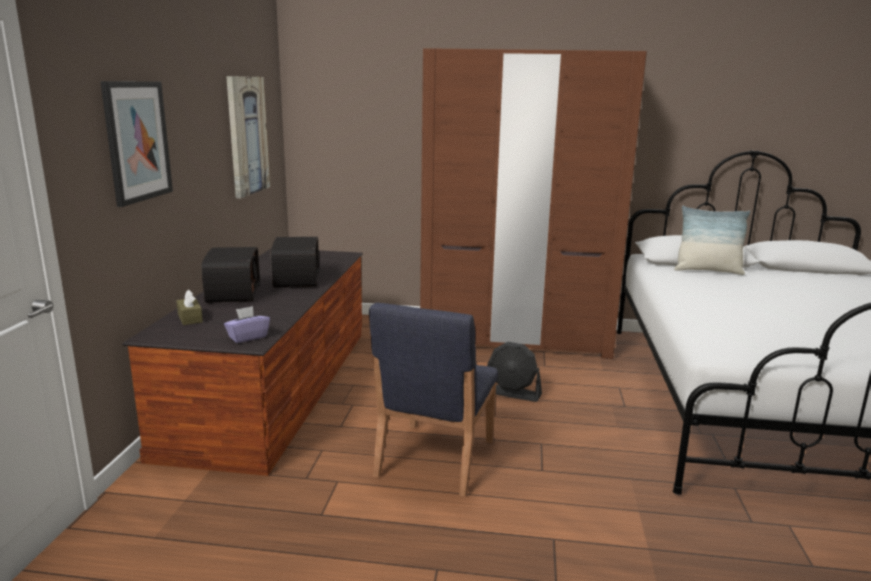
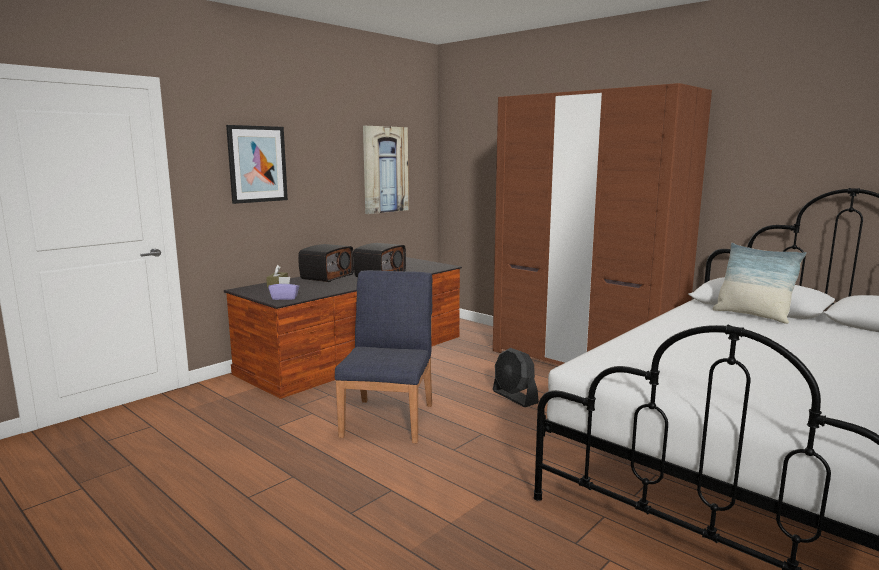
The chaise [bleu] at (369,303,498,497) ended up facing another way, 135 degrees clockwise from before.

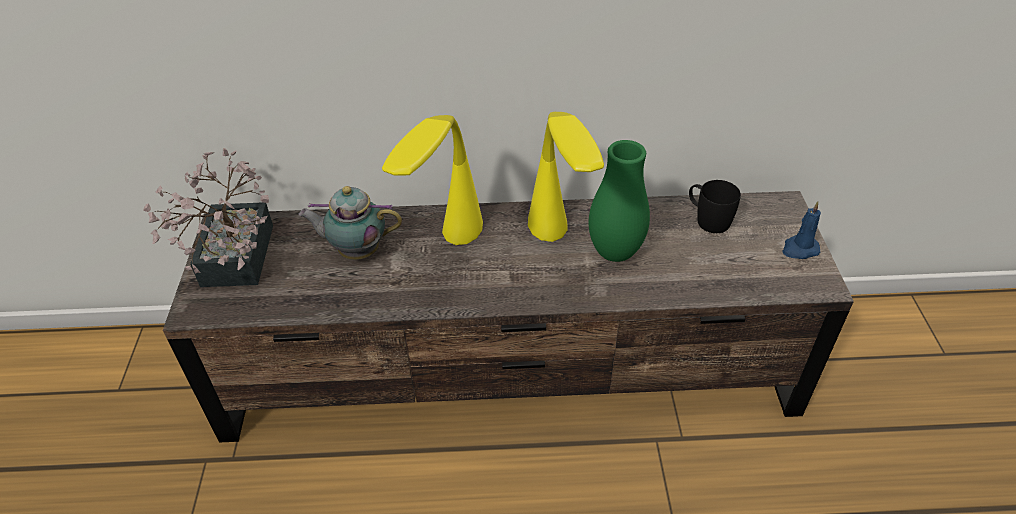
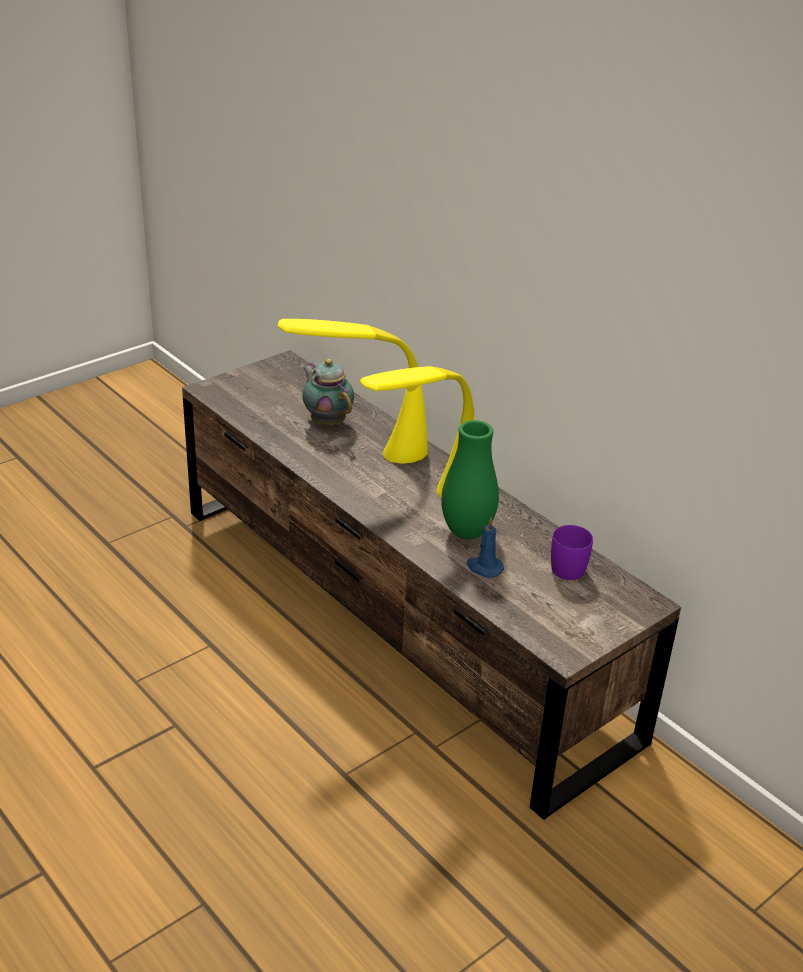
The second view lost the plante en pot at (143,148,273,287).
The bougie [bleu] ended up elsewhere, having gone from (782,201,821,259) to (467,518,504,578).
What was the mug [noir] at (689,180,741,233) turned into the mug [violet] at (551,525,593,580).

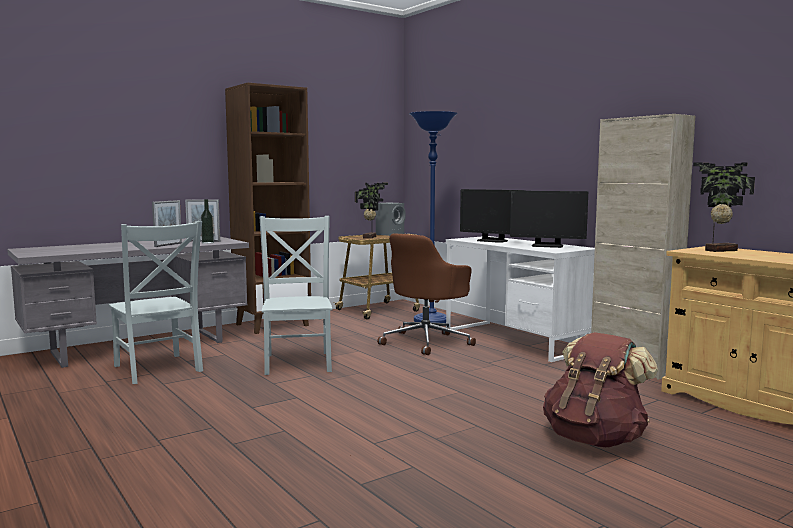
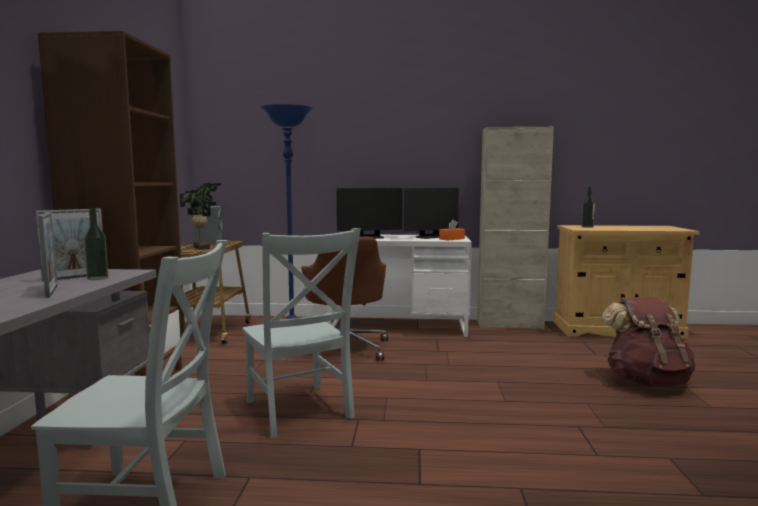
The second view gained the boîte à mouchoirs [orange] at (439,219,465,241).
Where the plante en pot stood at (693,162,755,252), the bouteille came to stand at (582,186,595,228).
The chaise [gris] at (260,216,332,375) ended up facing another way, 150 degrees counterclockwise from before.

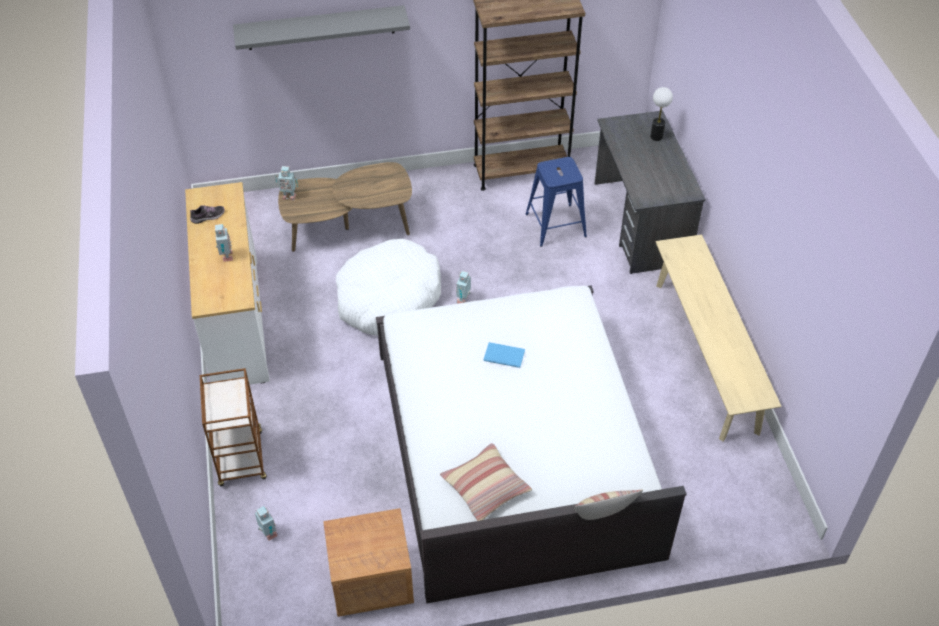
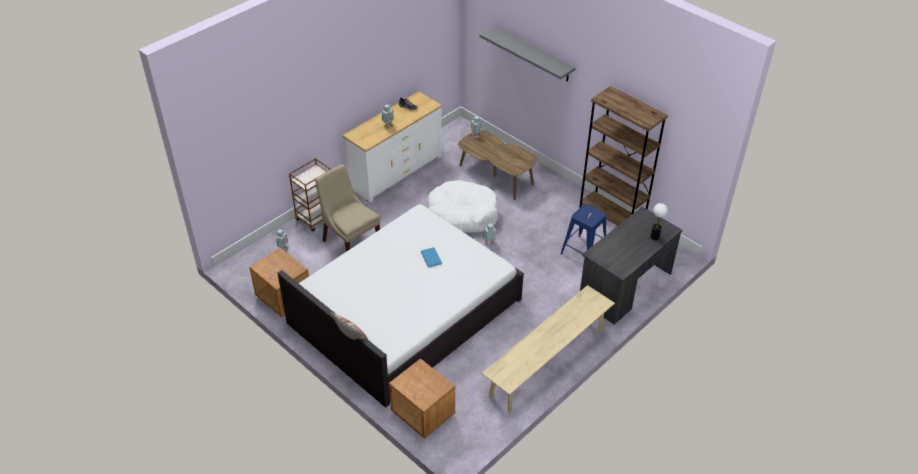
The second view lost the coussin at (440,443,532,521).
The second view gained the chaise [beige] at (315,164,380,252).
The second view gained the table de chevet [marron] at (389,358,455,439).

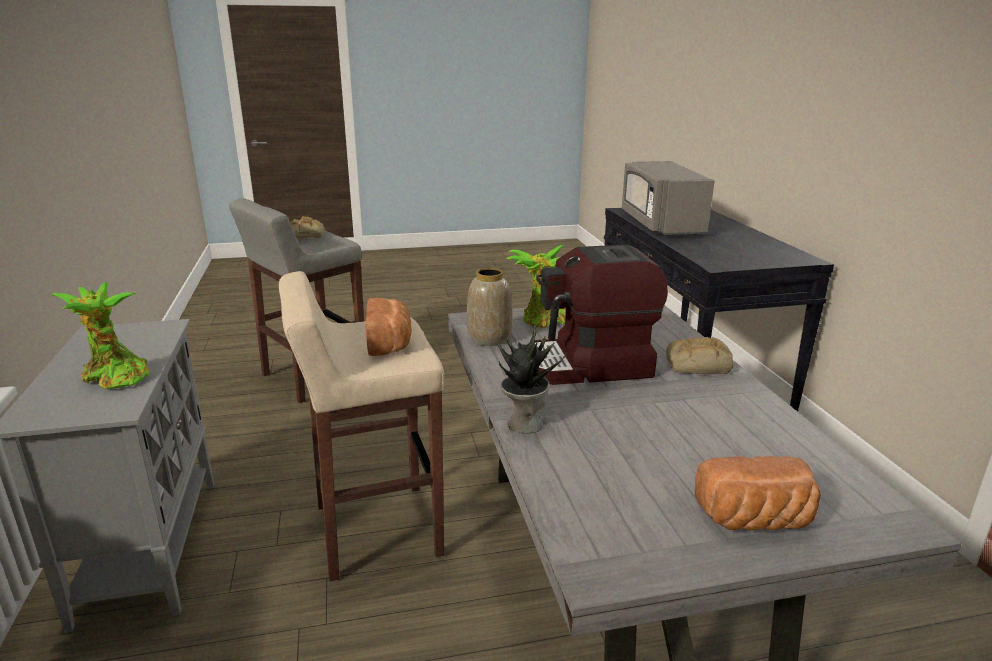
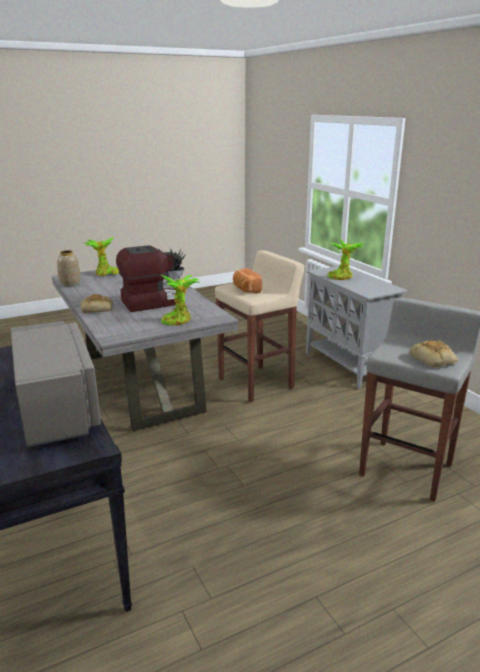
The vase ended up elsewhere, having gone from (467,268,513,346) to (57,250,81,287).
Where the pain stood at (695,456,821,530), the plante en pot came to stand at (84,237,119,277).

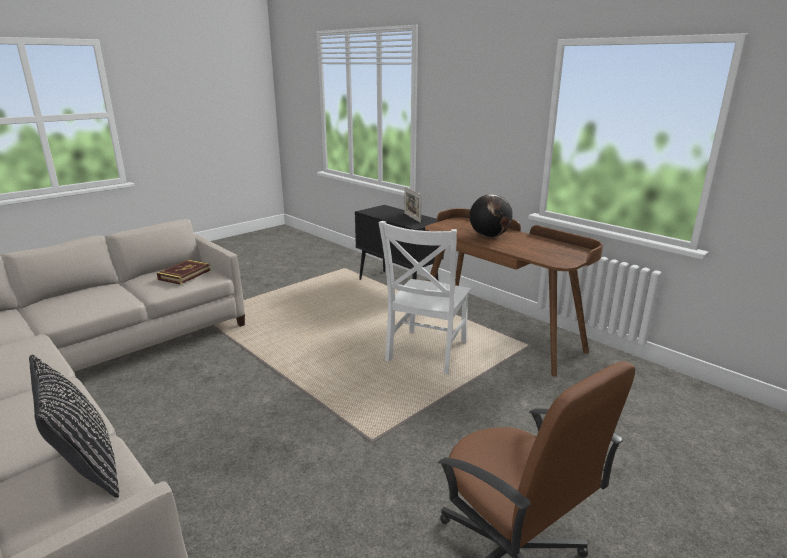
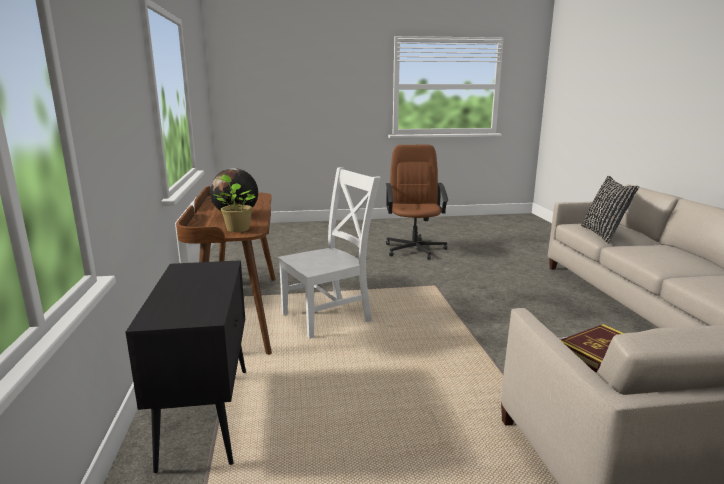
The second view lost the cadre photo at (404,187,422,223).
The second view gained the plante en pot at (215,174,255,232).

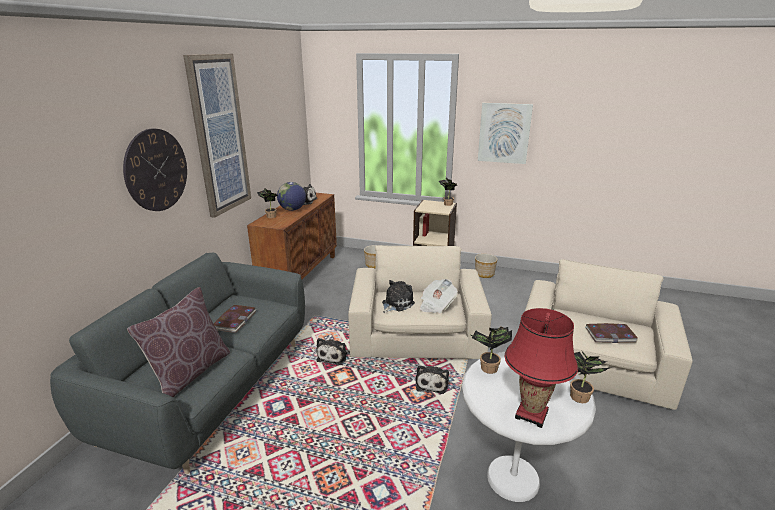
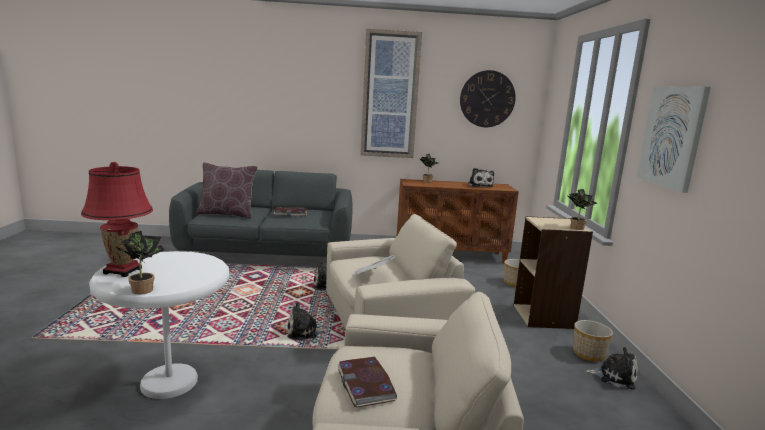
The second view lost the globe at (277,182,306,211).
The second view lost the plante en pot at (471,326,512,374).
The horloge murale ended up elsewhere, having gone from (123,129,187,211) to (460,70,516,127).
The peluche ended up elsewhere, having gone from (382,280,415,313) to (585,347,638,390).

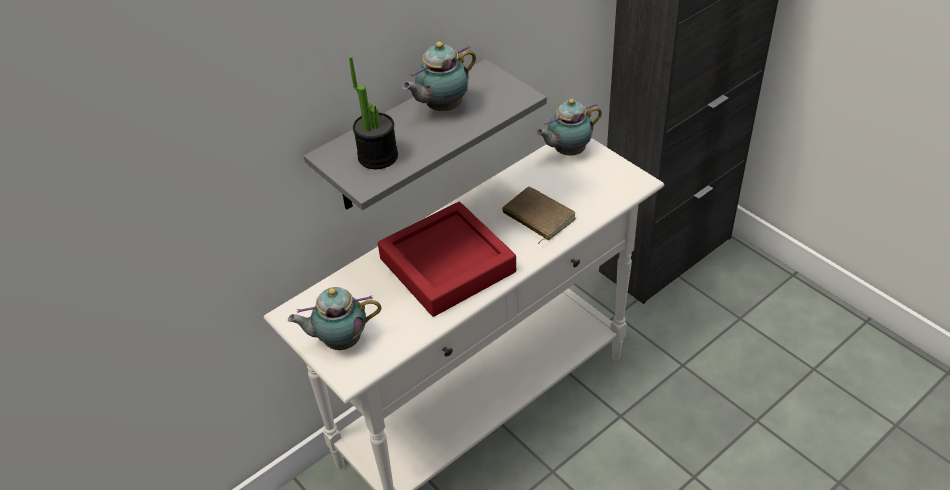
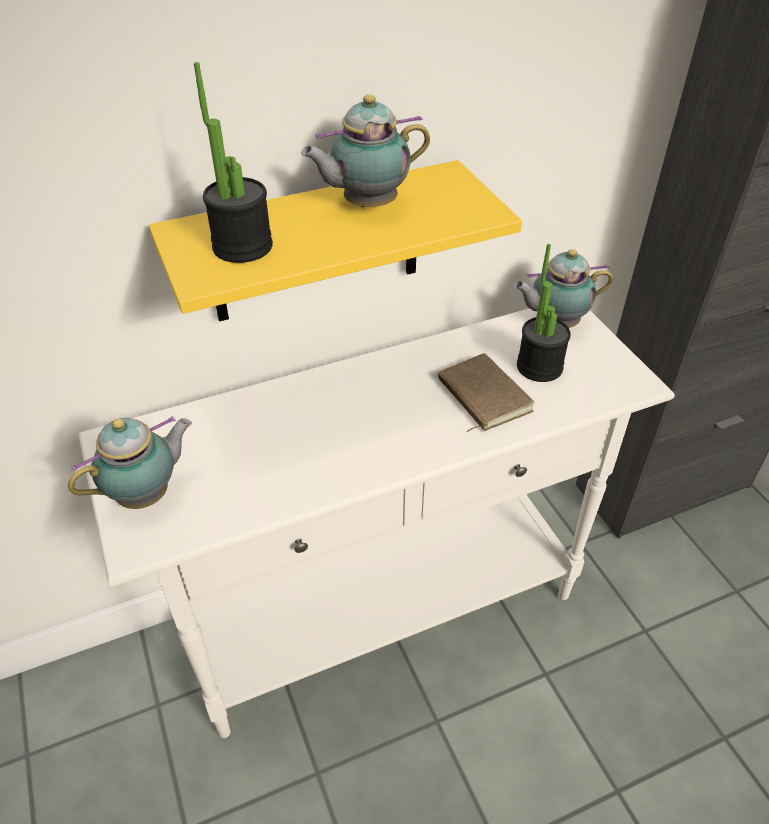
The second view lost the plateau [rouge] at (378,202,516,317).
The second view gained the plante en pot at (517,244,571,382).
What was the étagère [gris] at (304,59,547,210) turned into the étagère [jaune] at (149,160,522,322).
The théière at (288,287,381,350) ended up facing another way, 135 degrees clockwise from before.

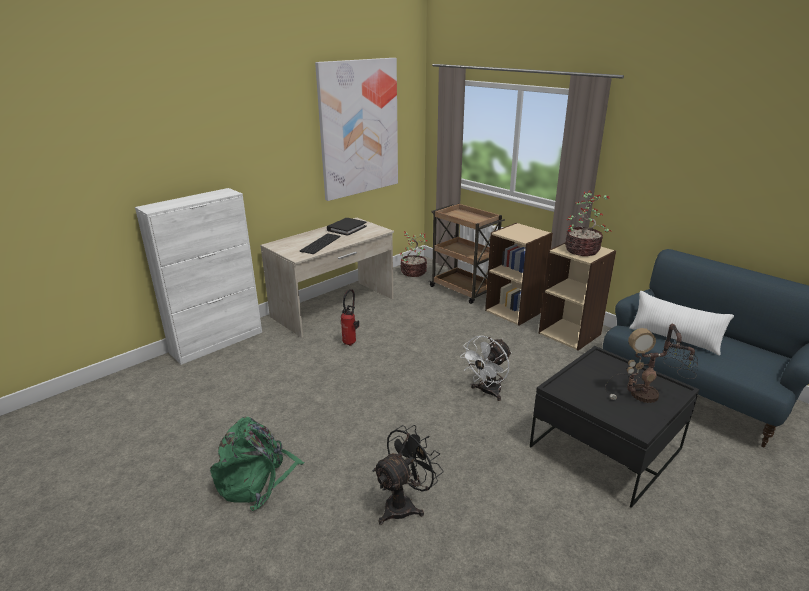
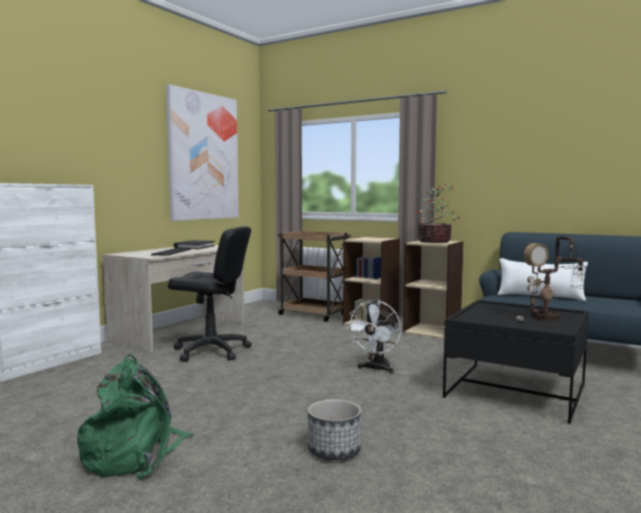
The second view lost the plante en pot at (400,231,428,277).
Where the extincteur stood at (341,289,359,346), the chaise de bureau [noir] came to stand at (168,226,252,362).
Where the ventilateur [noir] stood at (373,425,443,525), the cache-pot came to stand at (308,399,361,460).

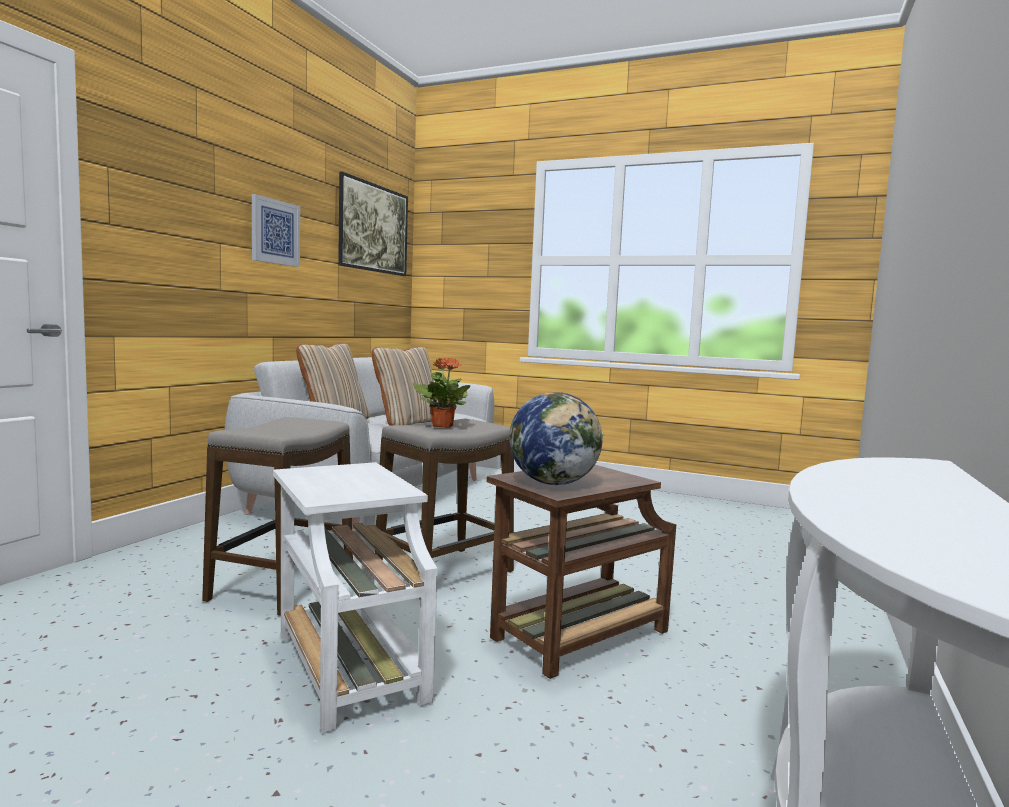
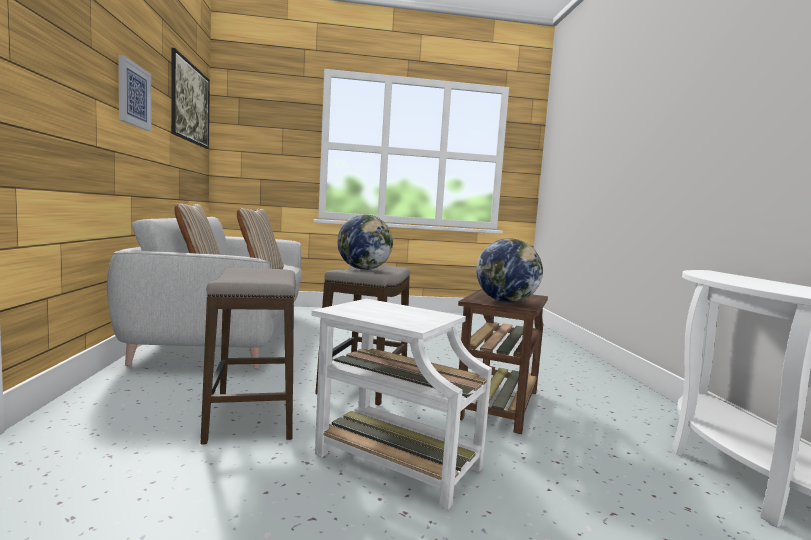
Where the plante en pot stood at (413,357,470,428), the globe came to stand at (337,215,393,270).

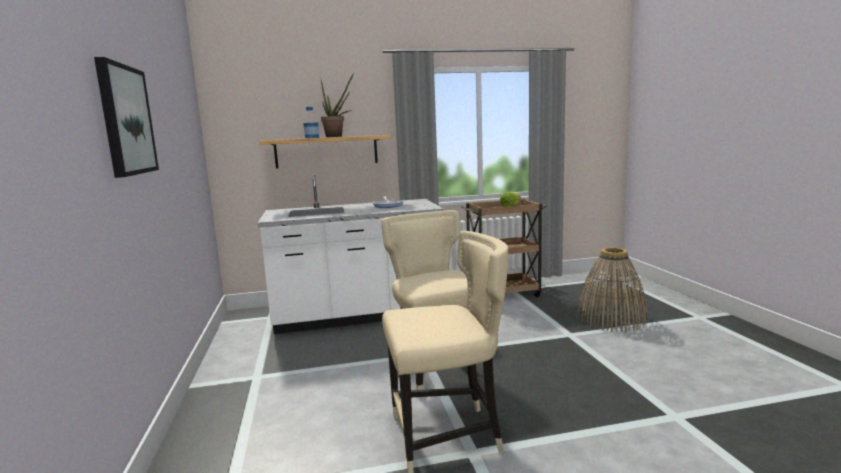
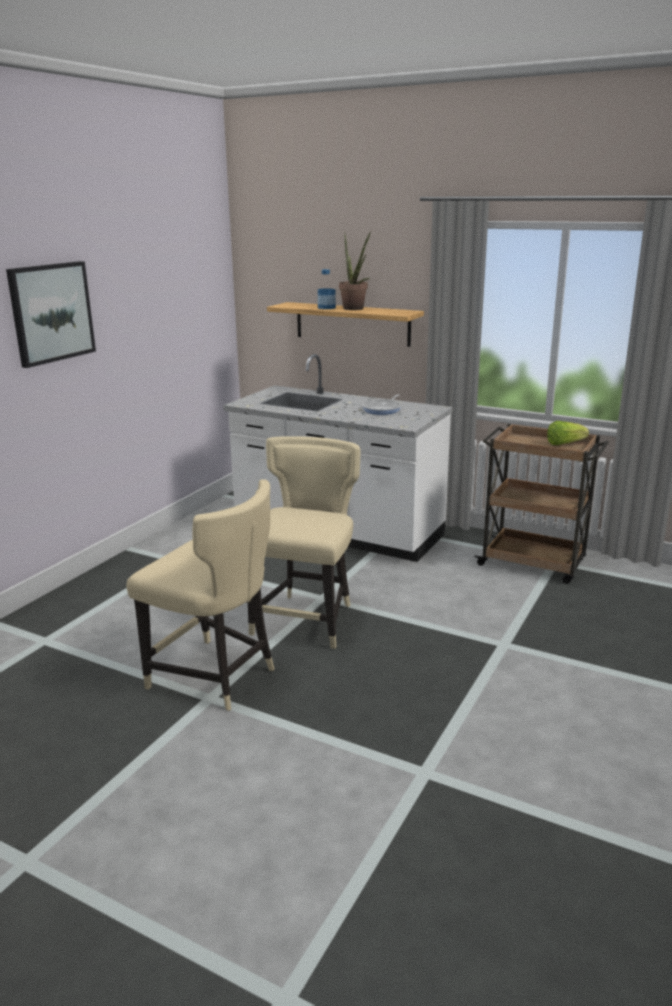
The second view lost the panier at (577,248,648,332).

